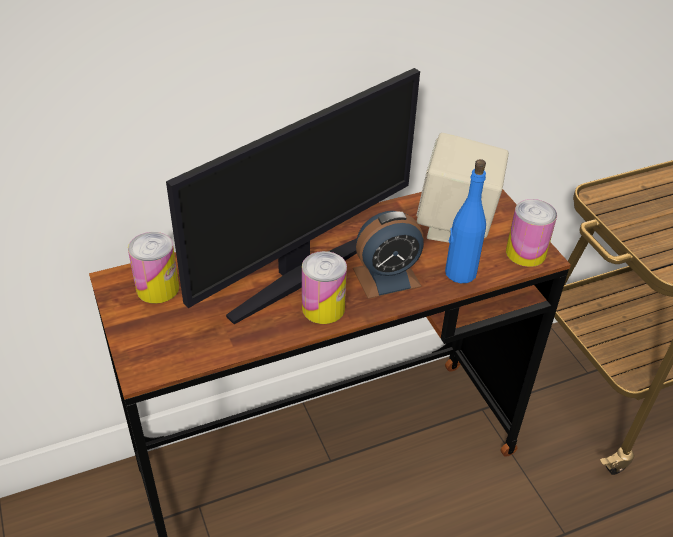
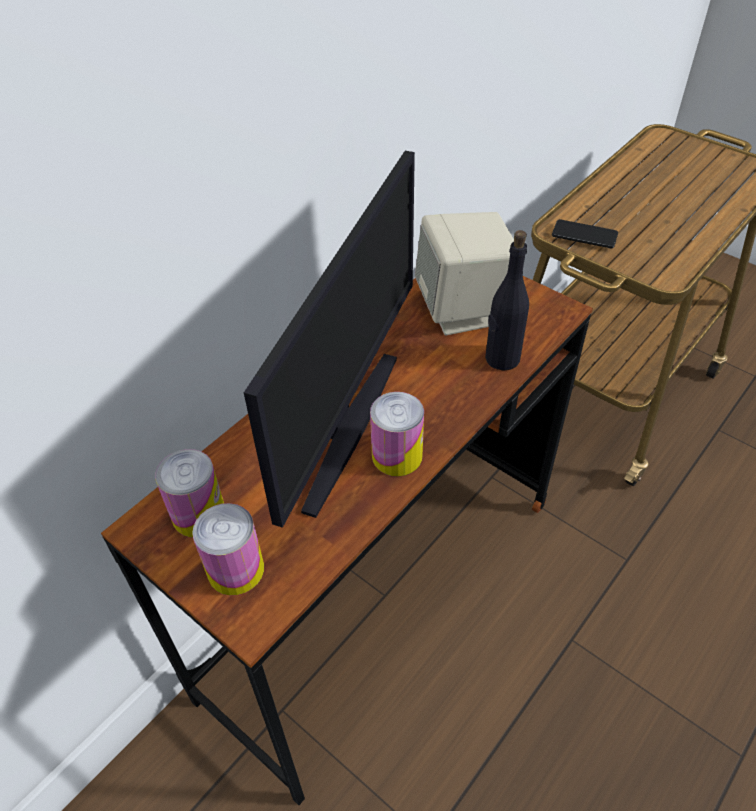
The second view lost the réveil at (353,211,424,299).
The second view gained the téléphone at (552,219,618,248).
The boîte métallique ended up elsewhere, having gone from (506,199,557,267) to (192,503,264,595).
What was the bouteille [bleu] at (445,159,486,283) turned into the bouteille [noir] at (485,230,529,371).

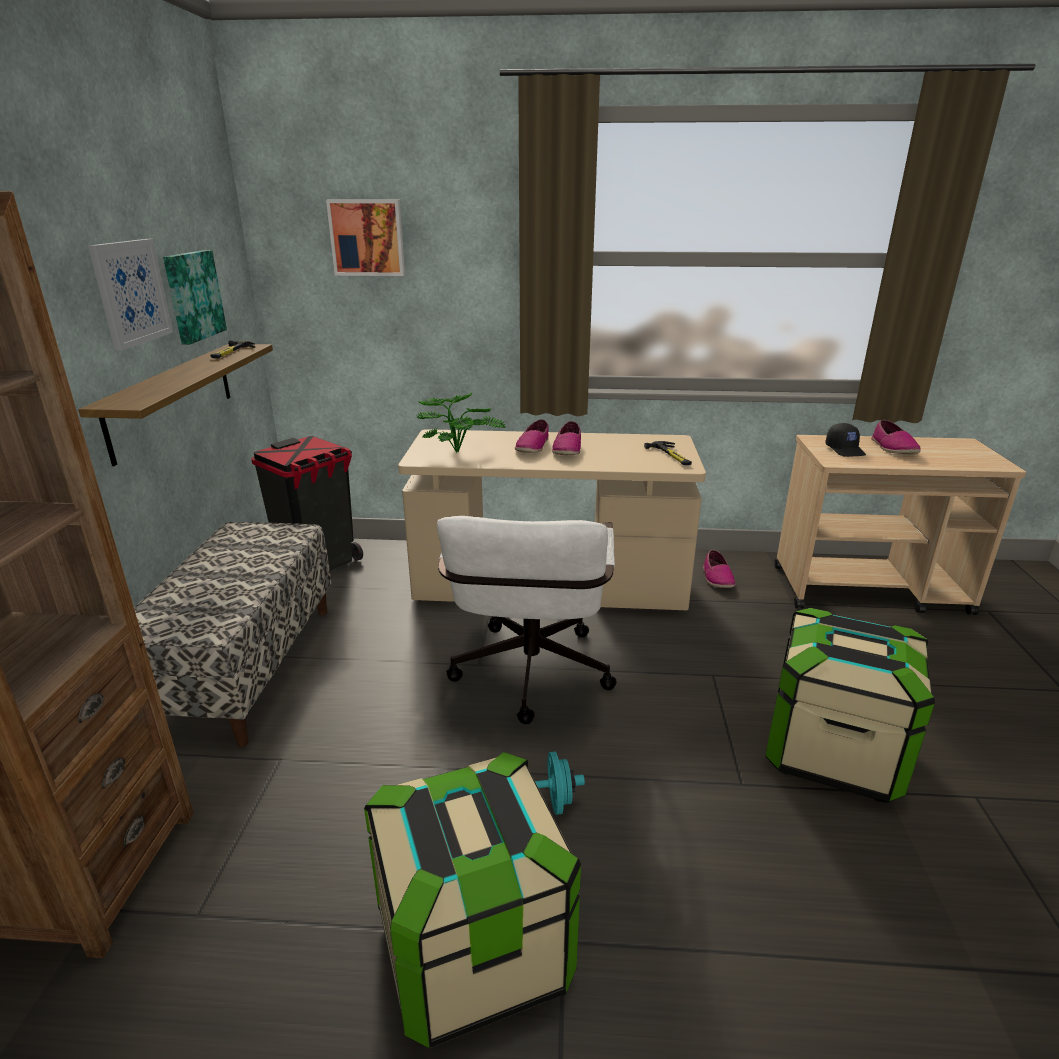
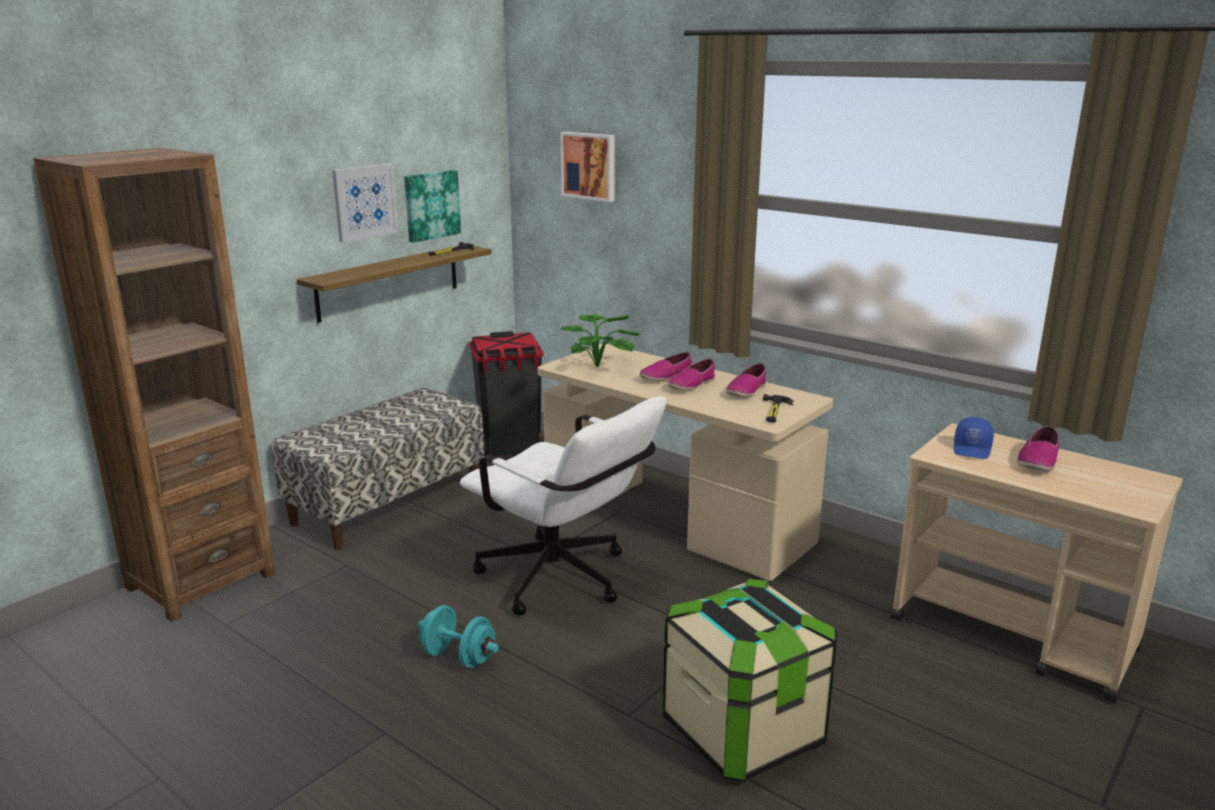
The second view lost the boîte de rangement at (364,752,581,1049).
The chaussure ended up elsewhere, having gone from (703,550,735,588) to (726,363,766,397).
What was the casquette [noir] at (825,423,866,457) turned into the casquette [bleu] at (954,417,994,459).
The chaise de bureau [blanc] at (437,516,617,724) ended up facing another way, 90 degrees counterclockwise from before.

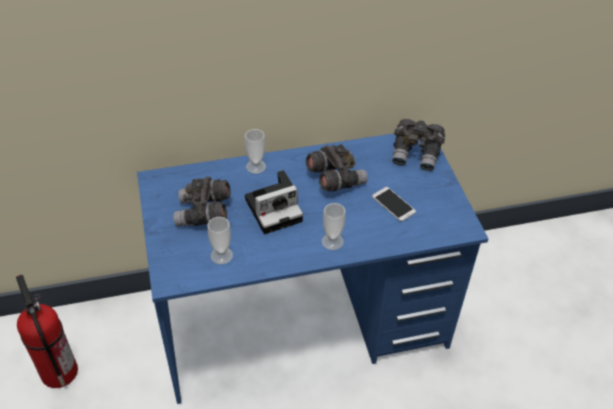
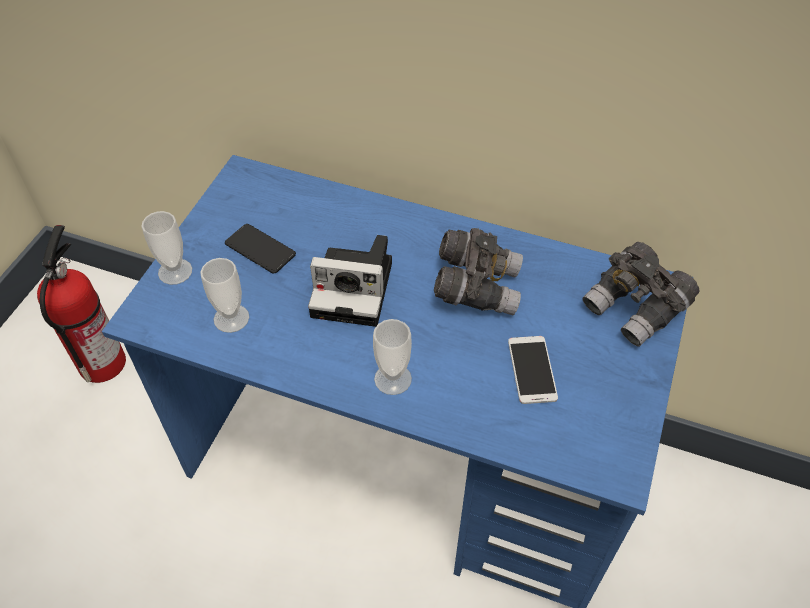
The tasse ended up elsewhere, having gone from (245,129,266,174) to (141,211,192,285).
Where the jumelles [gris] stood at (173,176,231,226), the téléphone came to stand at (225,224,296,273).

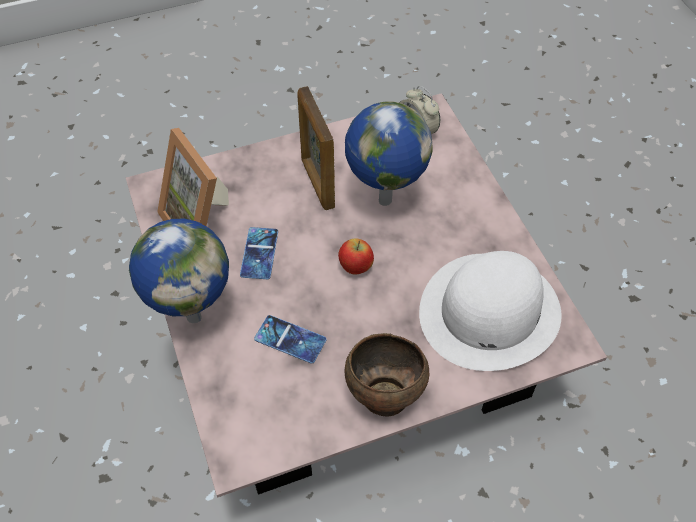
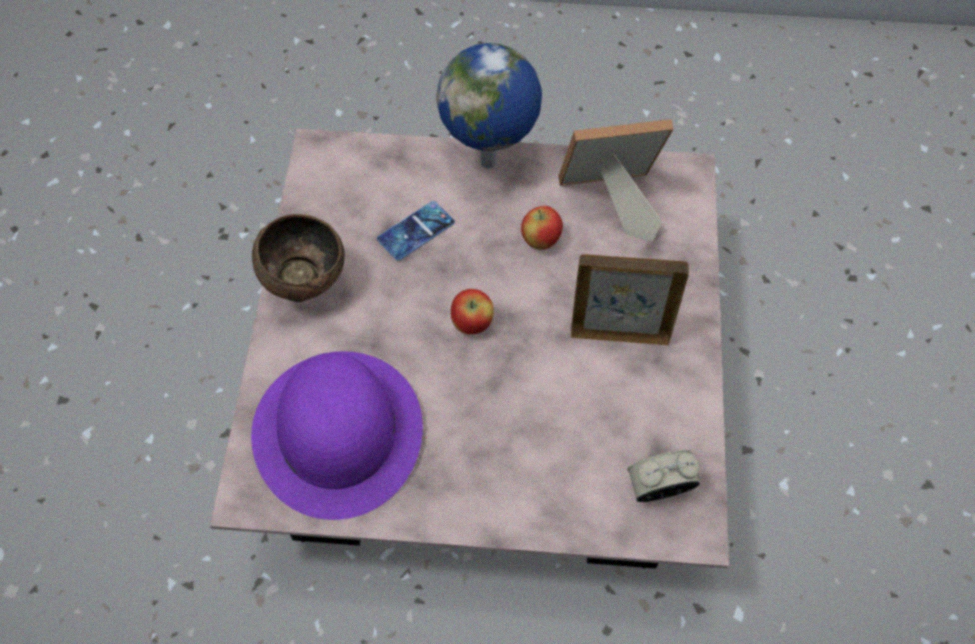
The second view lost the globe at (345,102,433,206).
Where the téléphone stood at (240,227,278,279), the pomme came to stand at (521,206,563,250).
What was the chapeau [blanc] at (419,251,562,371) turned into the chapeau [violet] at (251,351,423,520).

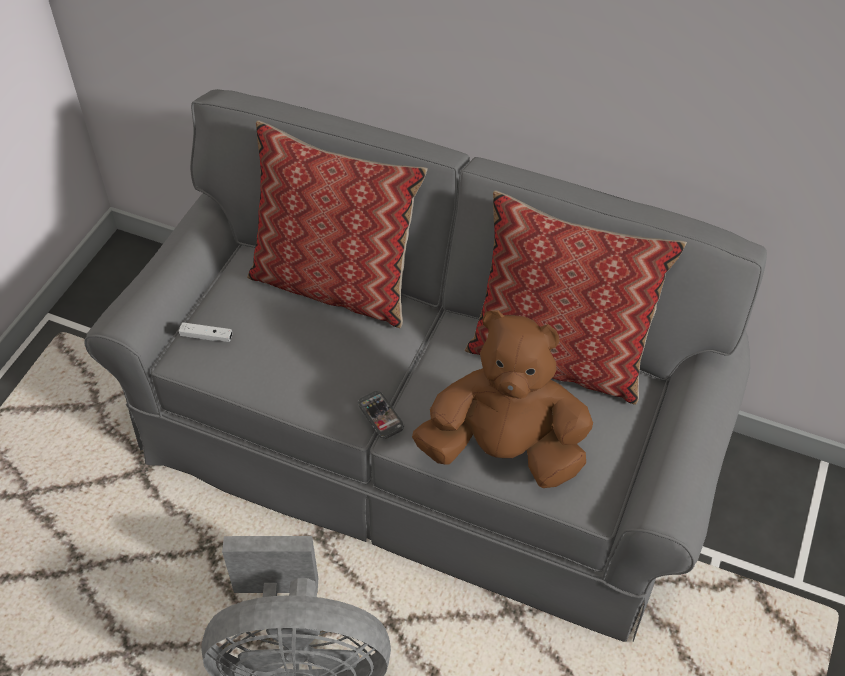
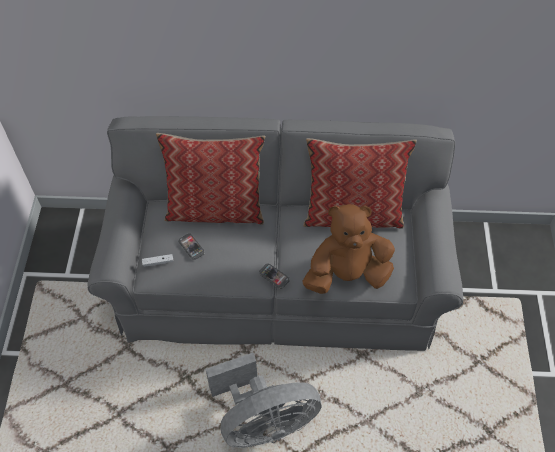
The second view gained the téléphone at (178,233,205,260).

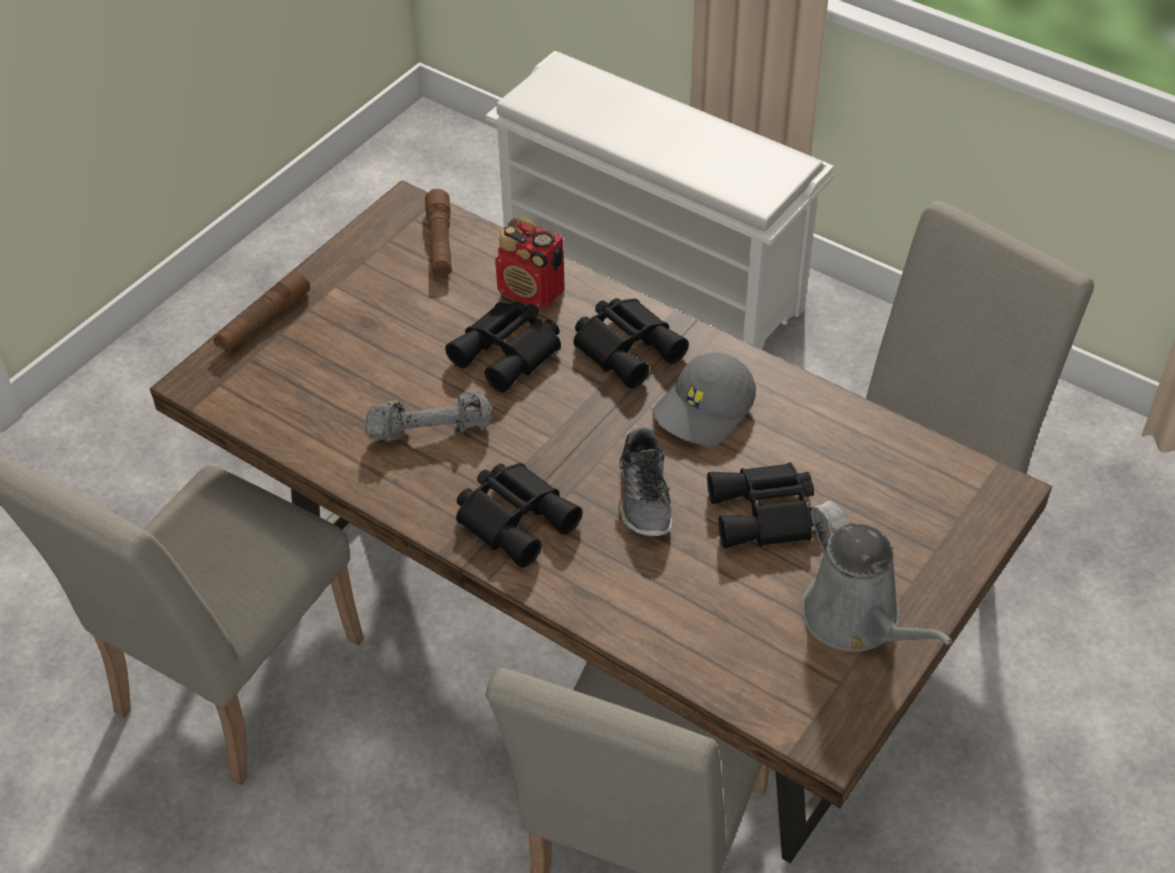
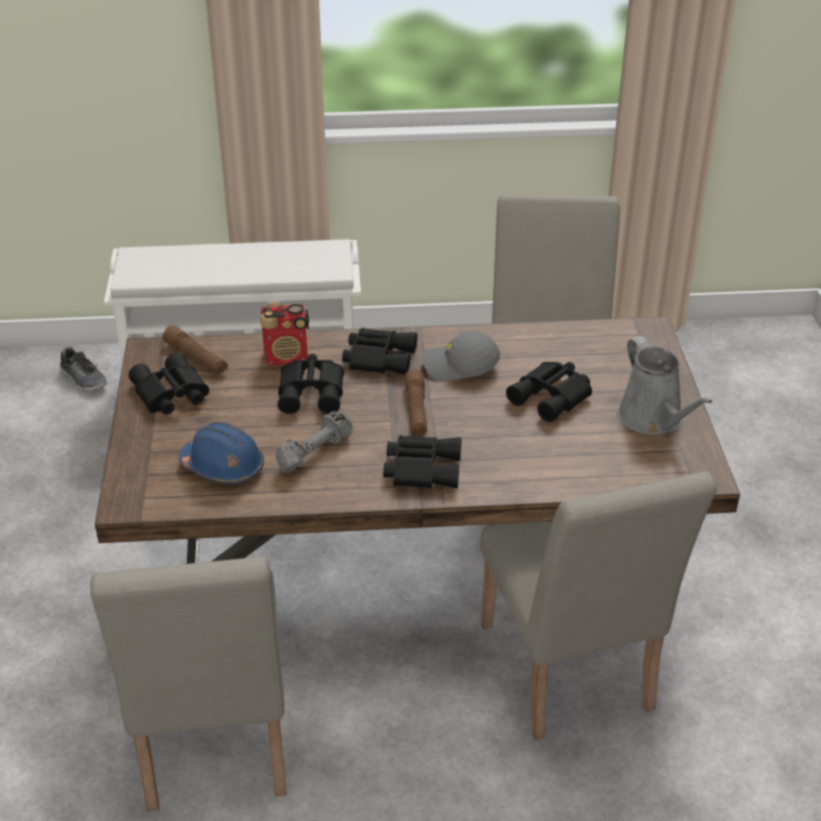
The second view gained the jumelles [noir] at (128,353,209,415).
The second view gained the casque de chantier [bleu] at (179,422,264,484).
The lampe de poche [marron] ended up elsewhere, having gone from (213,270,310,353) to (404,369,427,435).
The chaussure ended up elsewhere, having gone from (620,427,672,536) to (60,347,107,392).
The casquette [gris] at (652,352,756,447) ended up facing another way, 90 degrees clockwise from before.
The arrosoir [gris] at (802,501,952,652) ended up facing another way, 45 degrees clockwise from before.

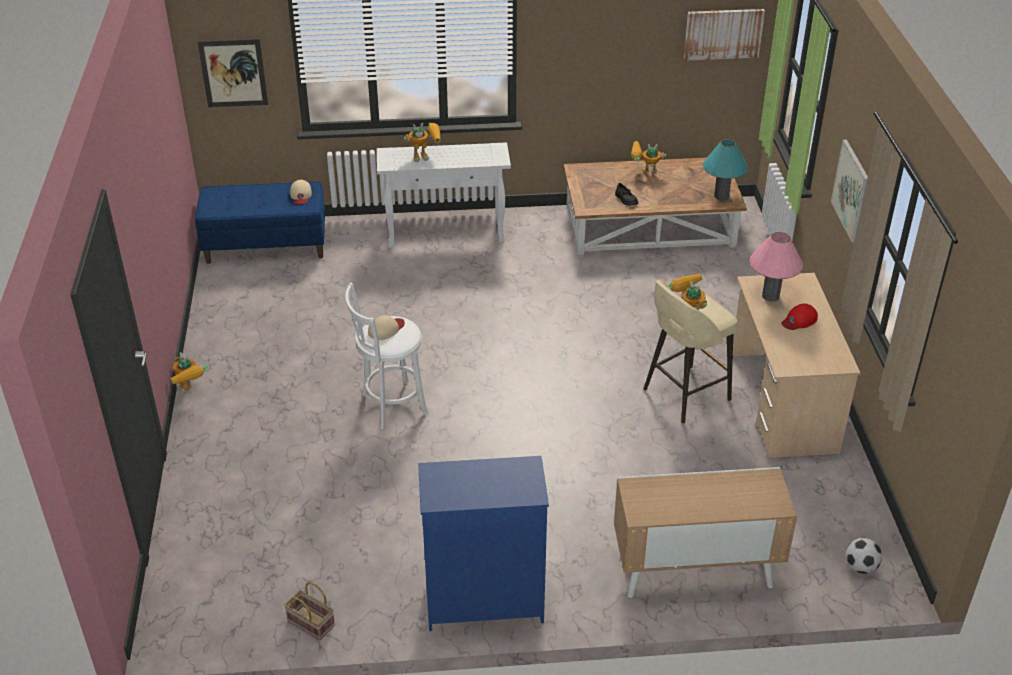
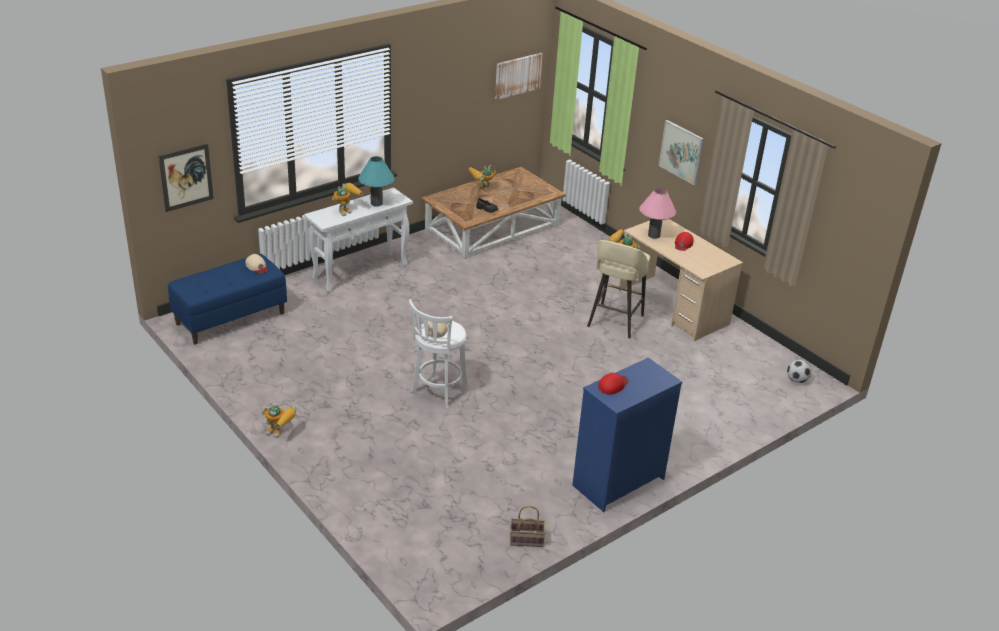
The second view lost the meuble de rangement at (614,467,797,598).
The second view gained the casquette [rouge] at (598,373,628,395).
The lampe de table [turquoise] ended up elsewhere, having gone from (703,139,748,200) to (358,156,395,207).

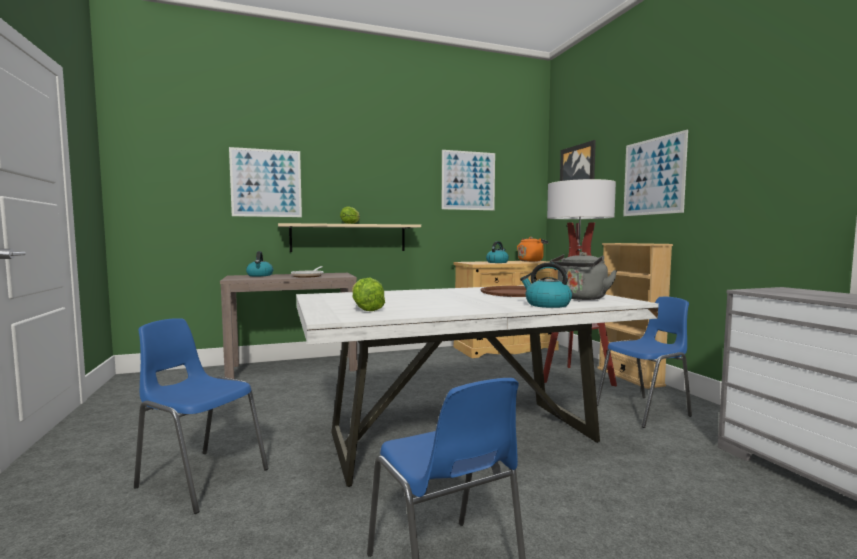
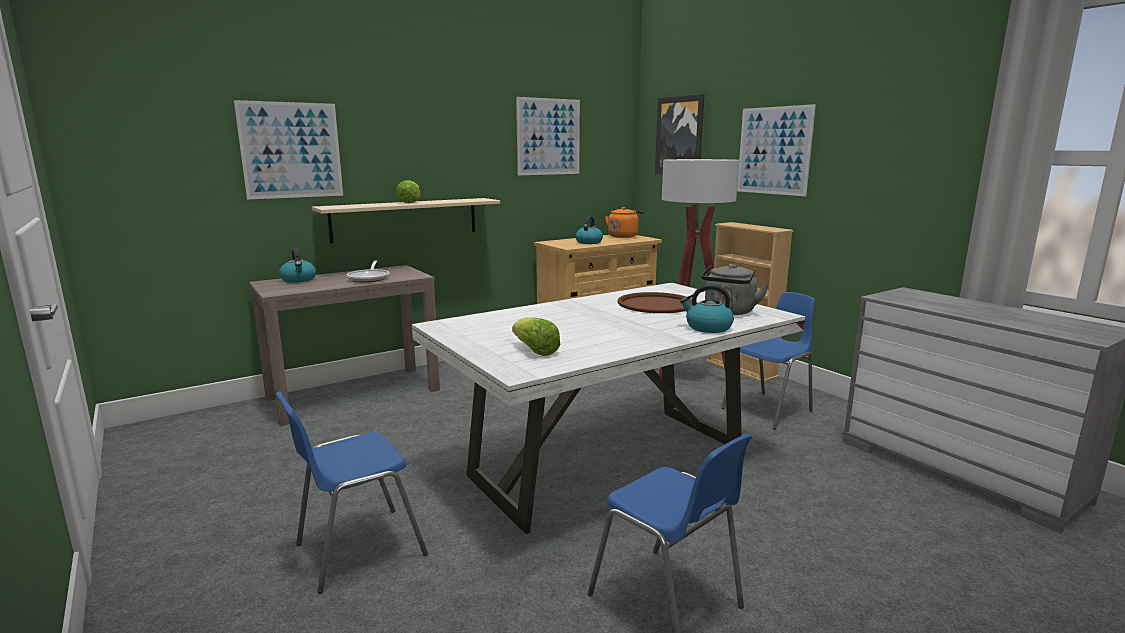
The chaise [bleu] at (134,318,268,514) ended up facing another way, 45 degrees counterclockwise from before.

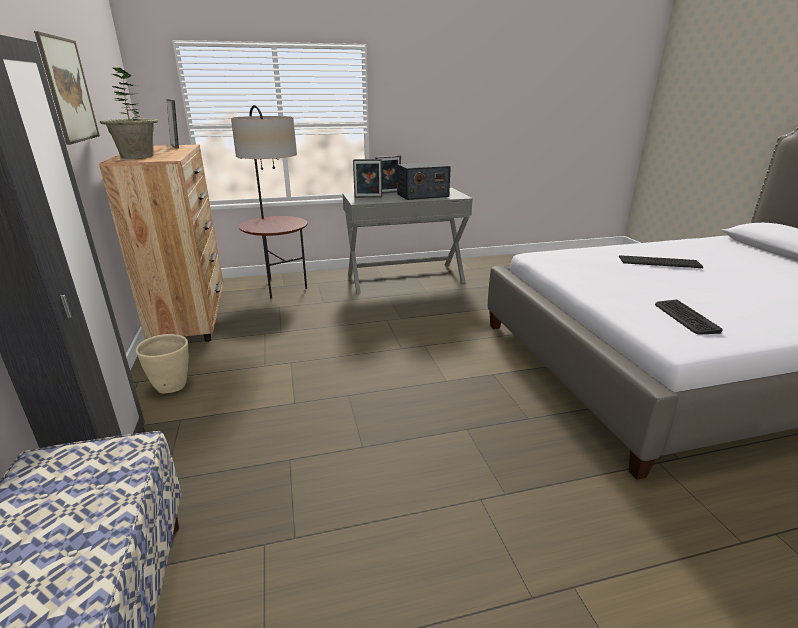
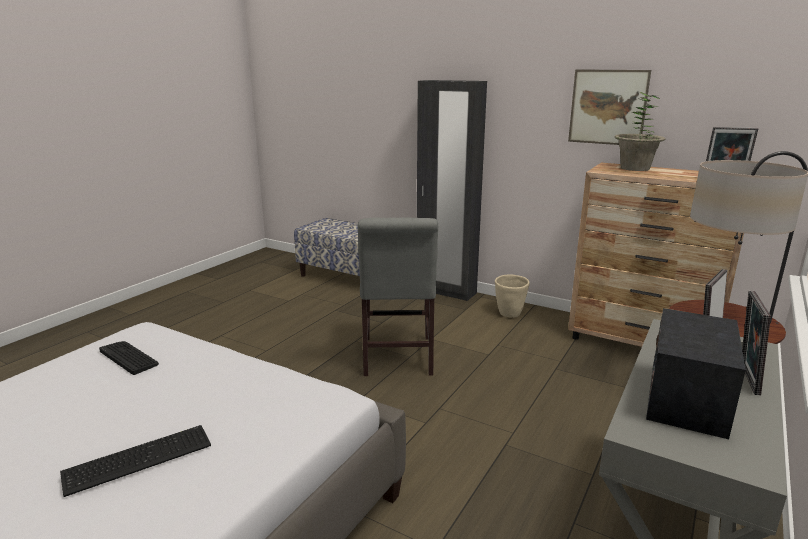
The second view gained the chaise [gris] at (358,217,438,376).

